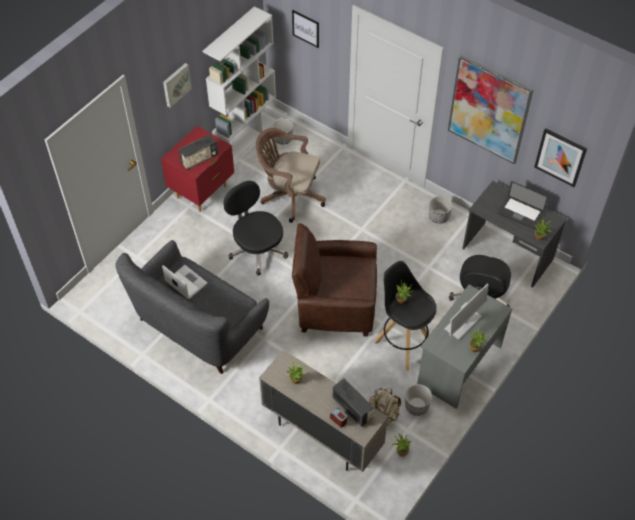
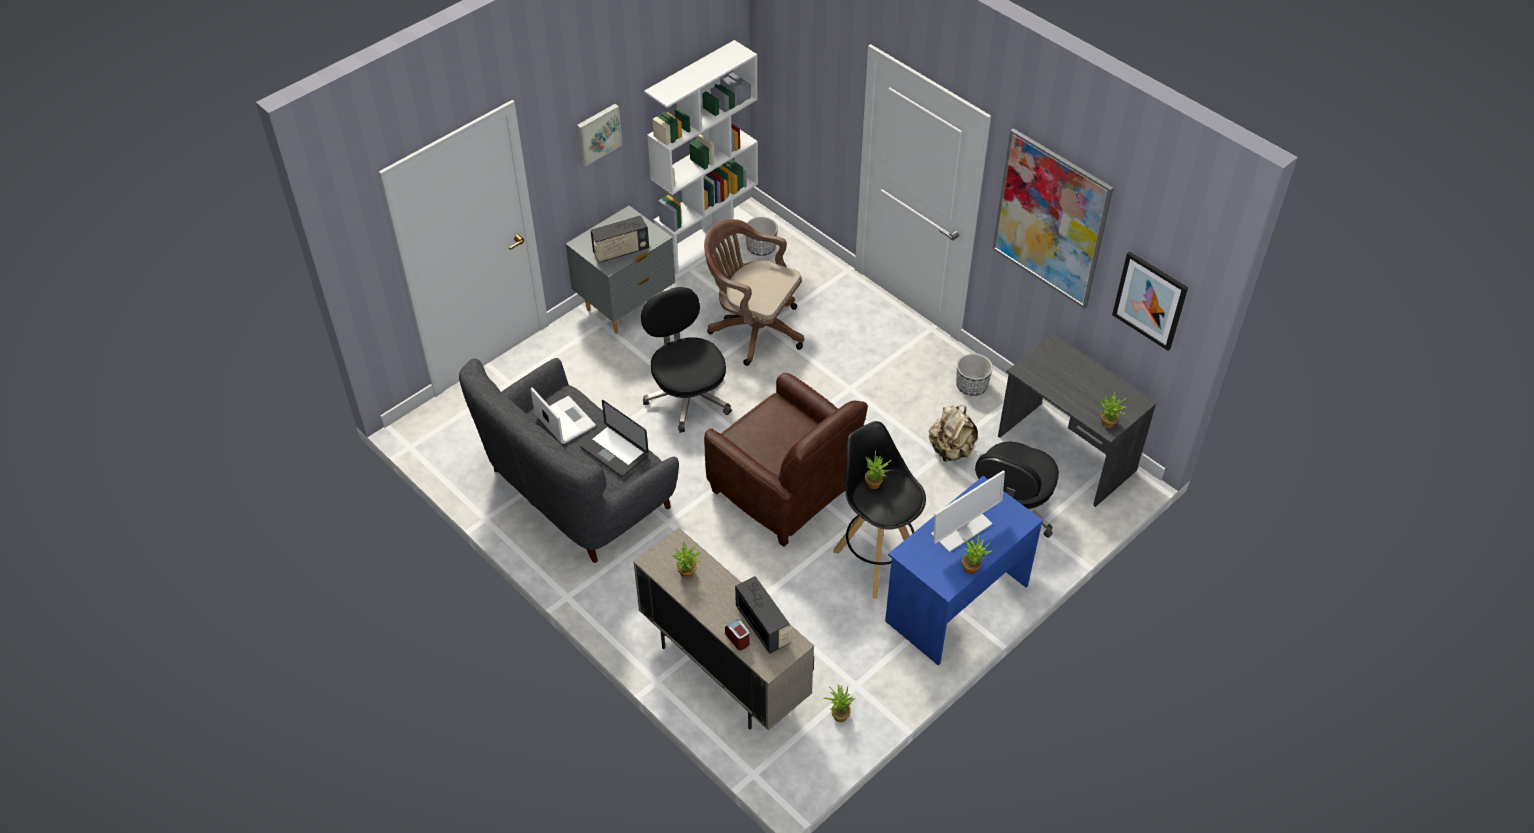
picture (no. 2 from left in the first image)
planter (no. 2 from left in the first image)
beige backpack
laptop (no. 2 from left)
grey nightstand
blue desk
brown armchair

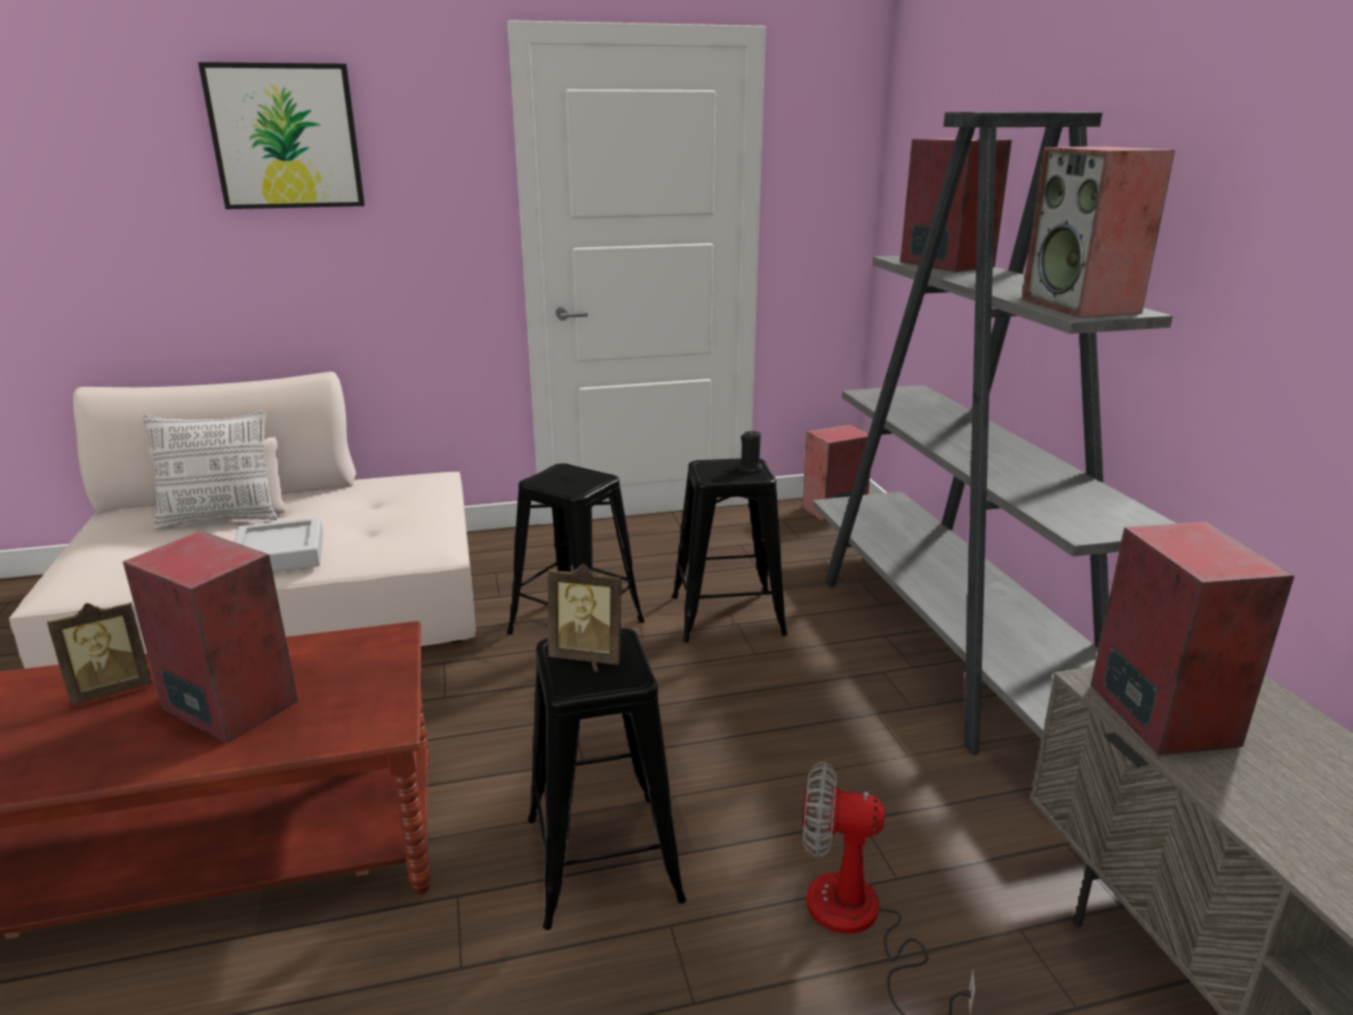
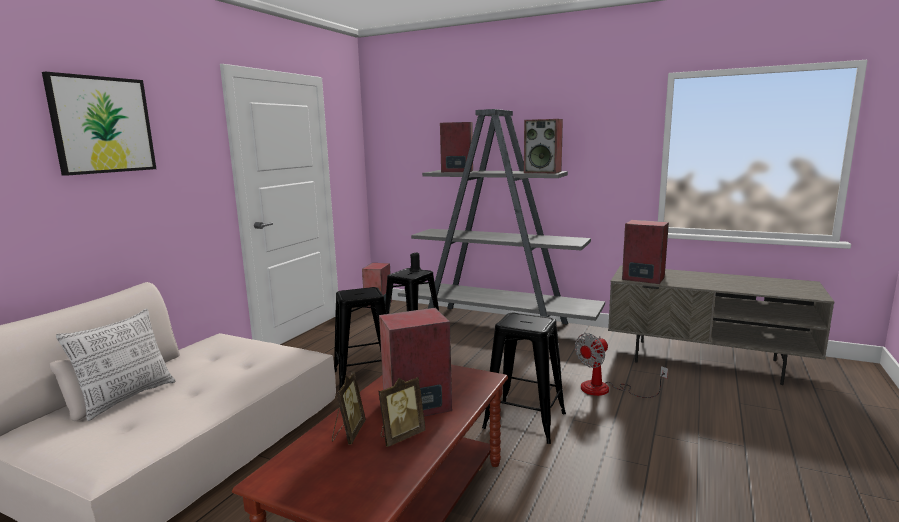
grey tray
picture frame (no. 2 from left)

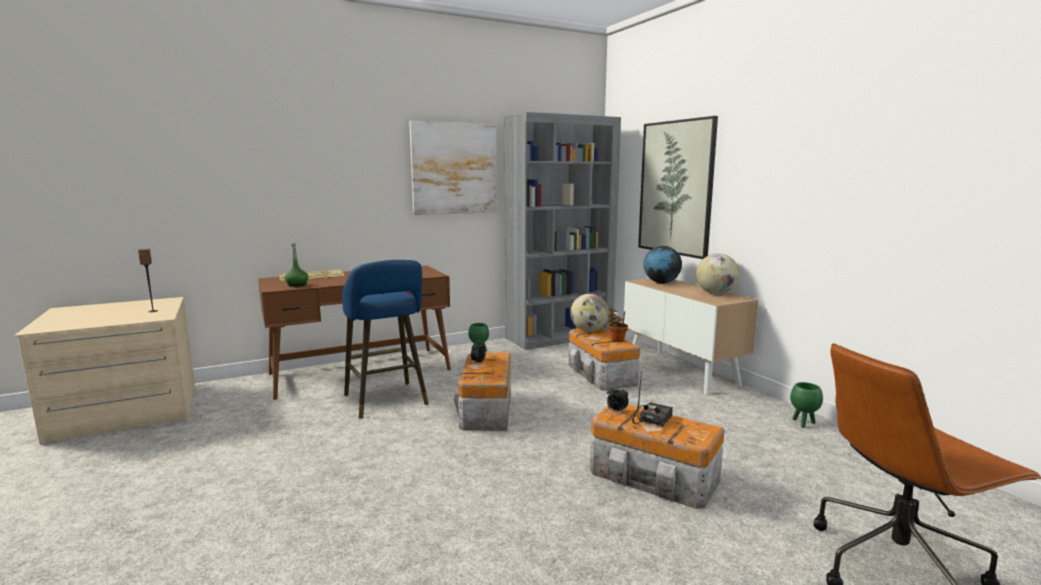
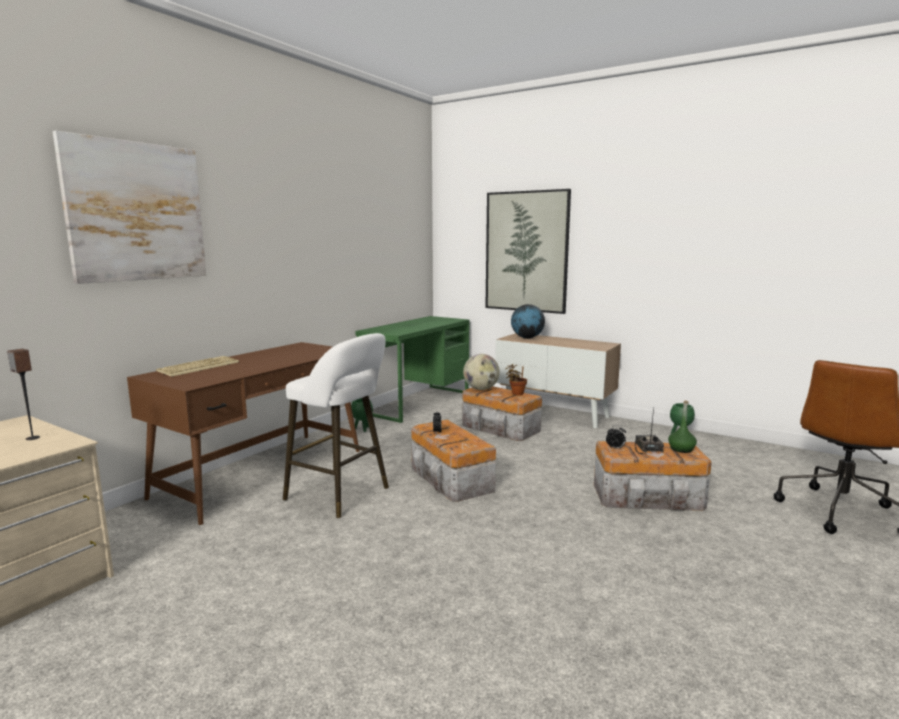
globe (no. 3 from left in the first image)
green bottle
picture (no. 1 from left)
green desk
white stool

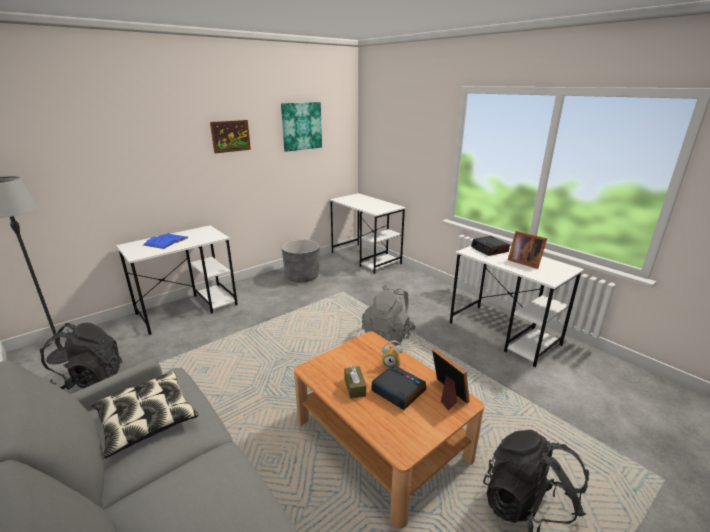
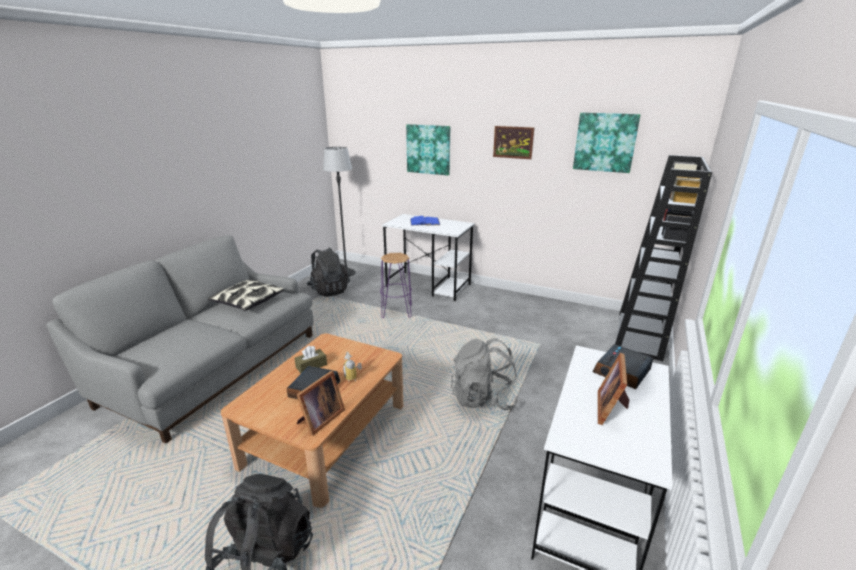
grey planter
purple stool
picture (no. 1 from left)
black bookcase

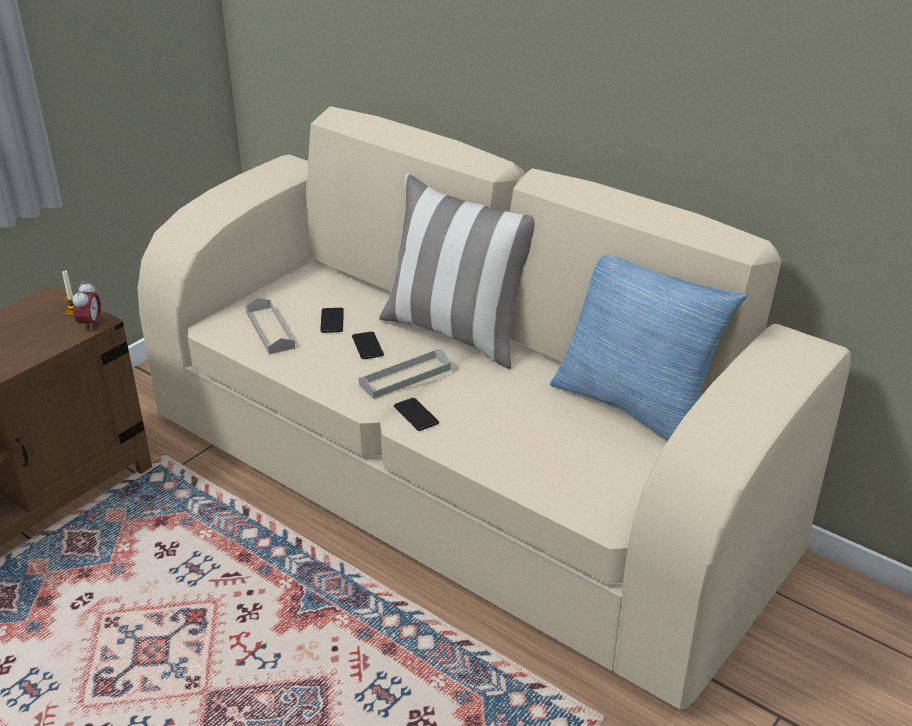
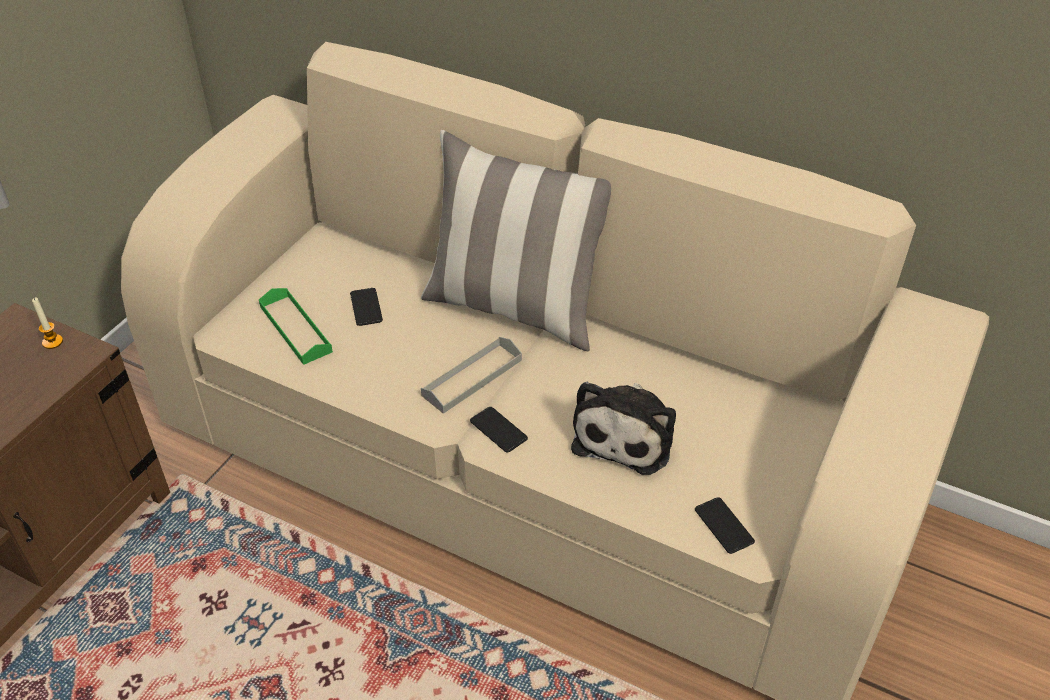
alarm clock
pillow (no. 2 from left in the first image)
plush toy
phone (no. 3 from left)
green tray

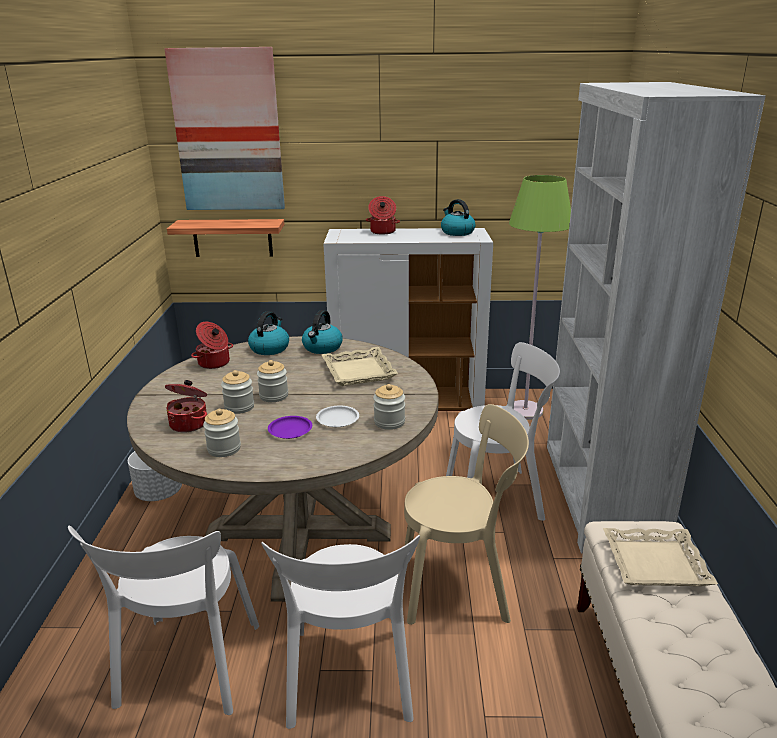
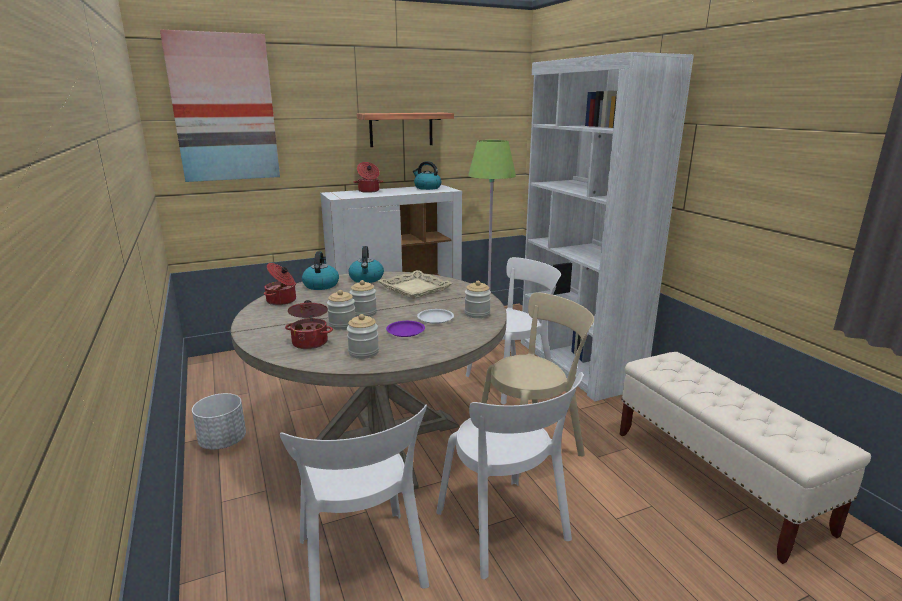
beige tray (no. 2 from left in the first image)
shelf

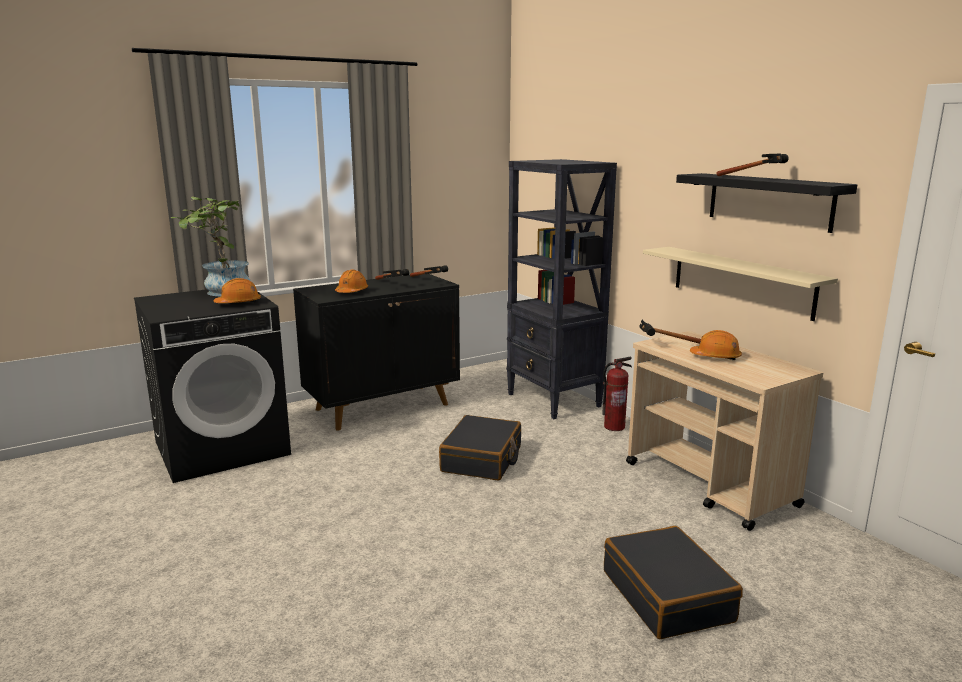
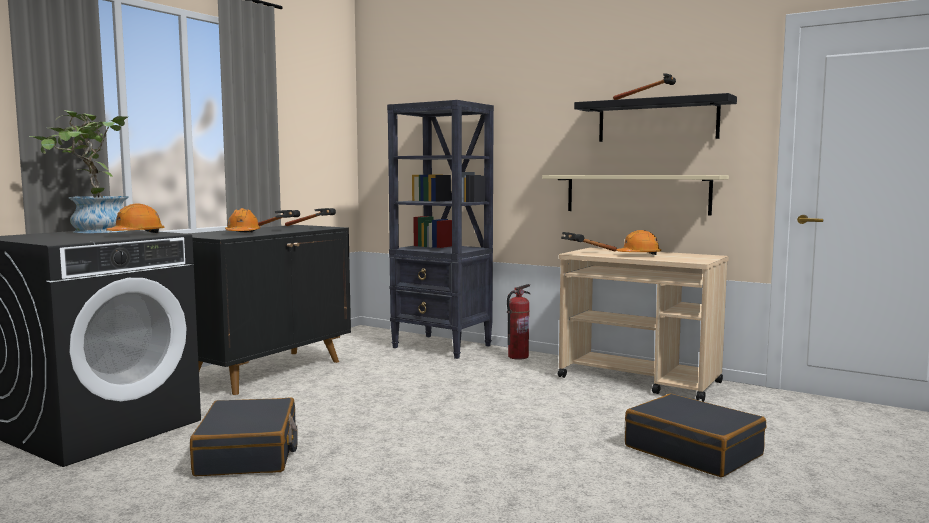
black suitcase (no. 1 from left)

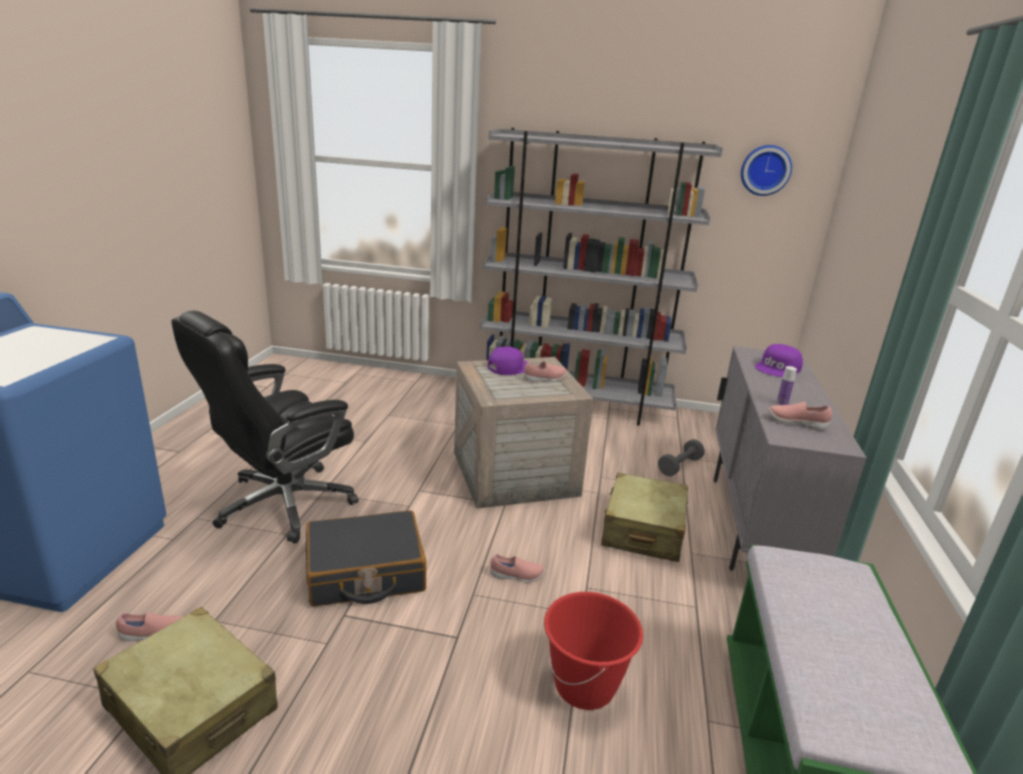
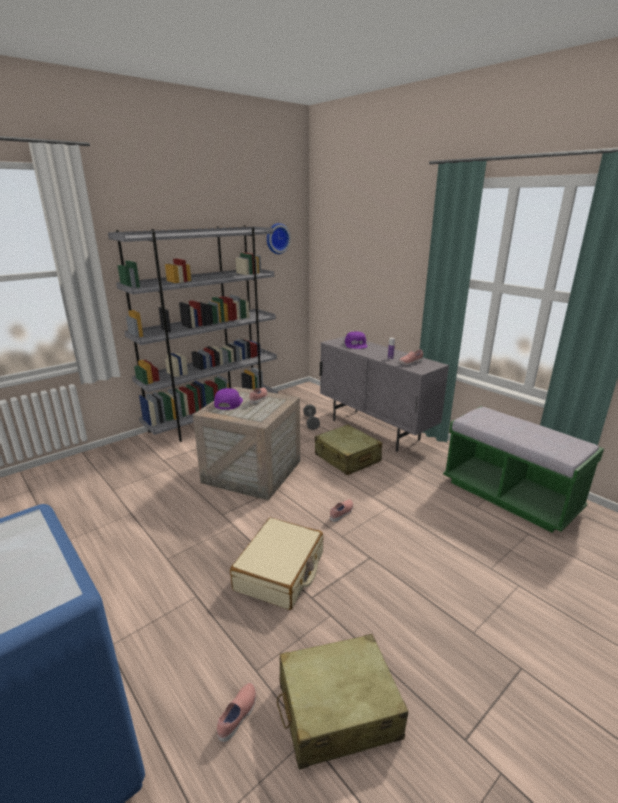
black office chair
red bucket
beige suitcase (no. 1 from left)

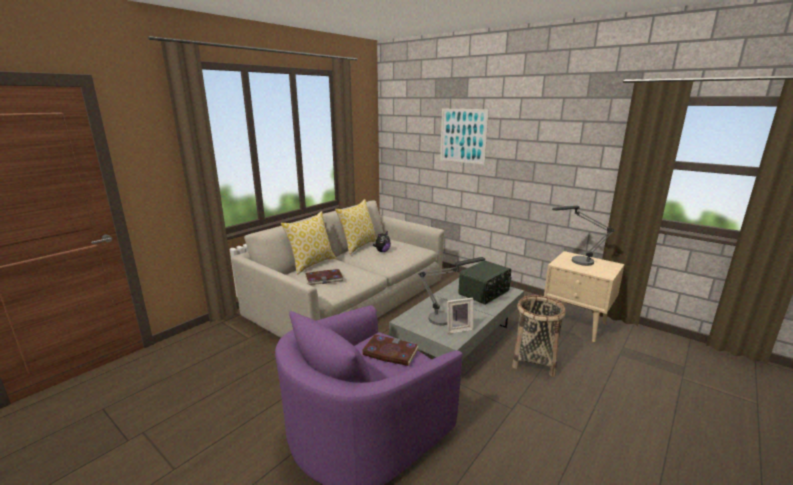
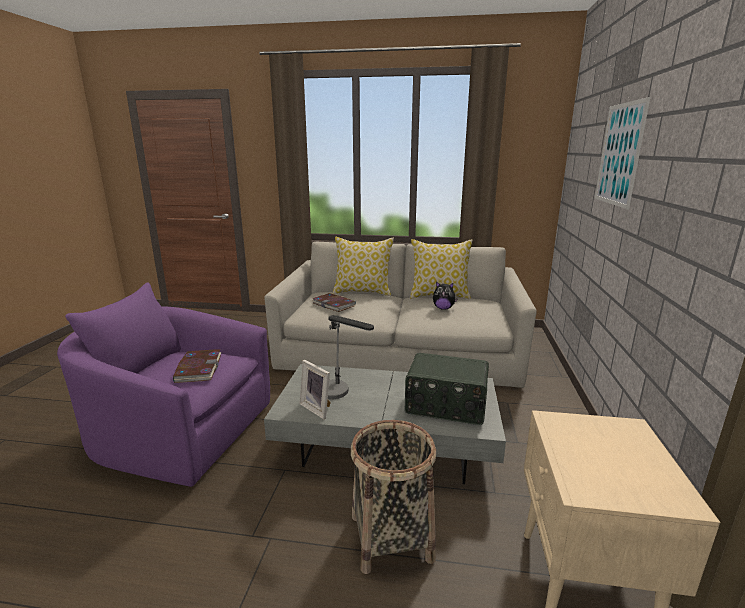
table lamp (no. 2 from left in the first image)

